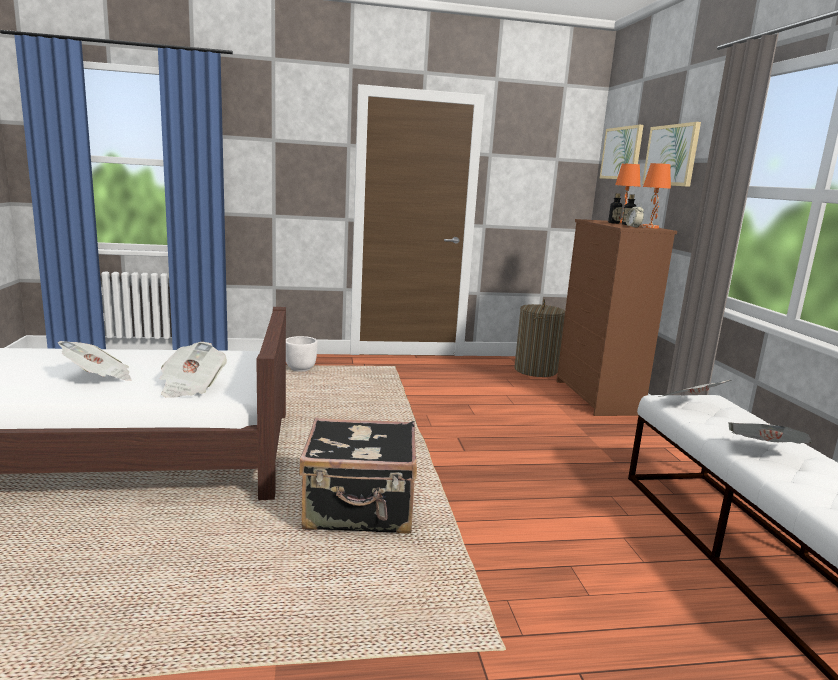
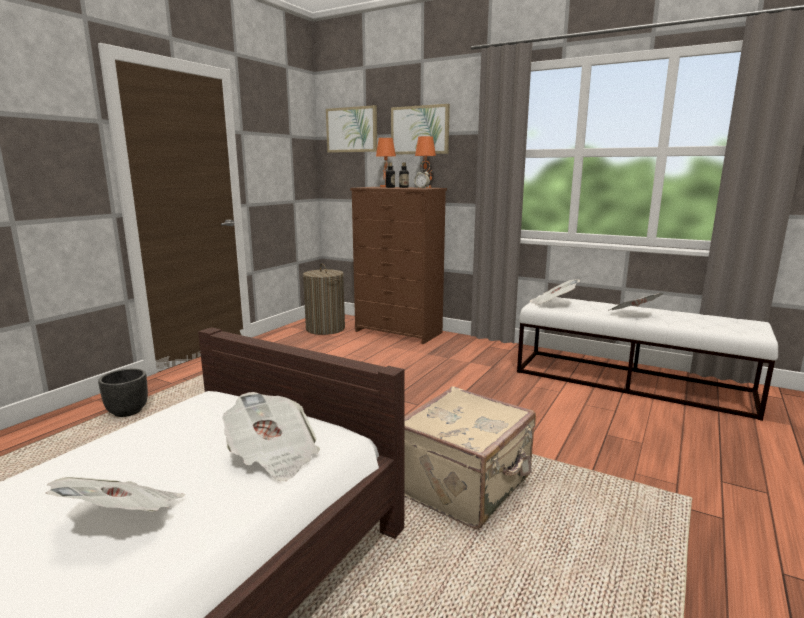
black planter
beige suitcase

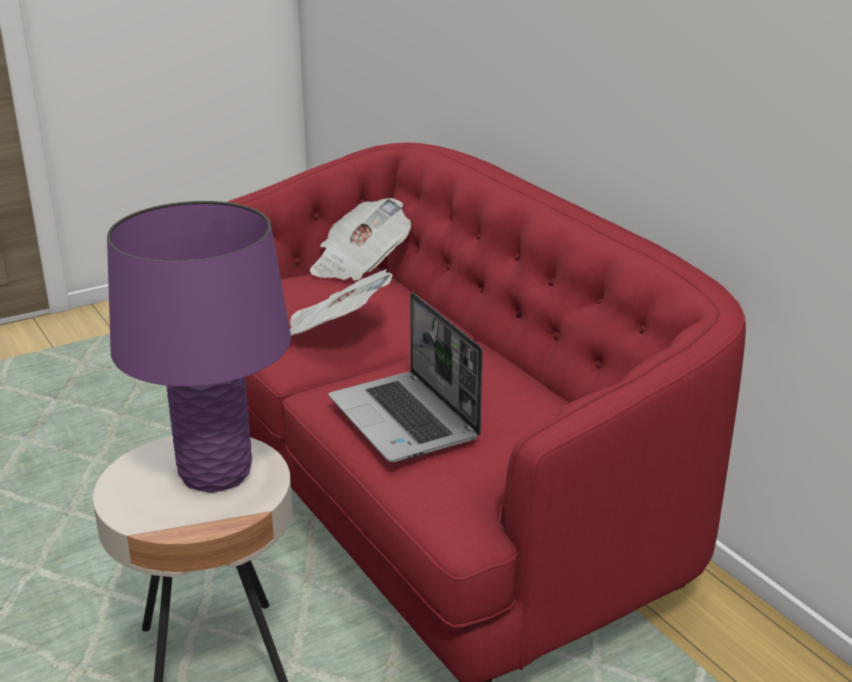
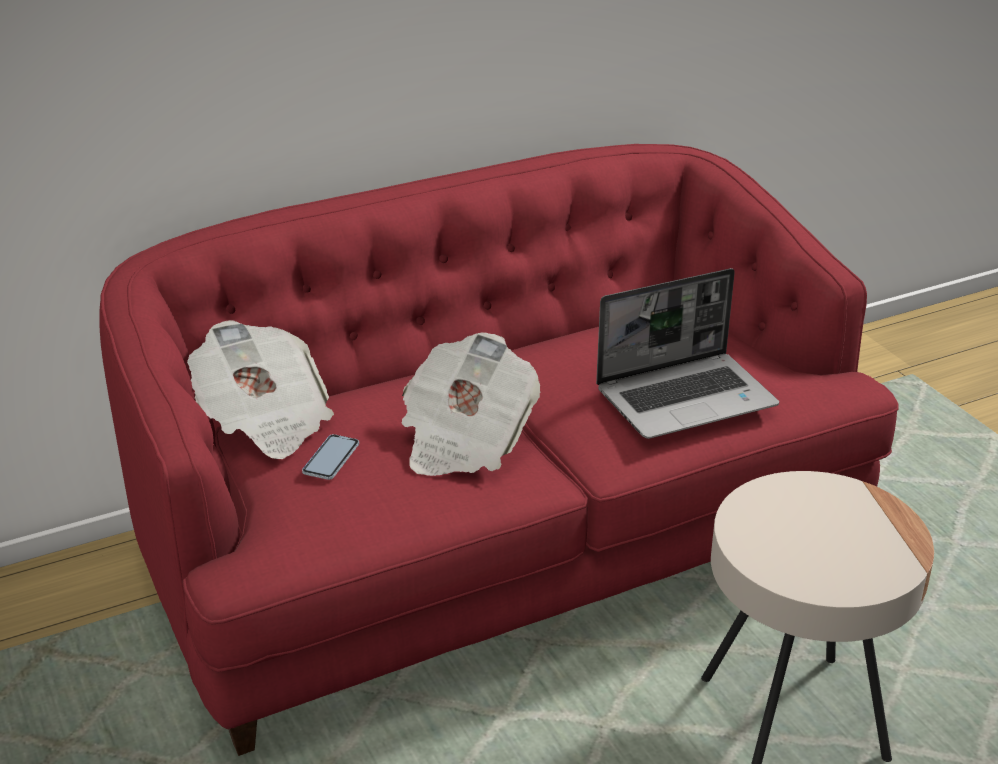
purple table lamp
phone

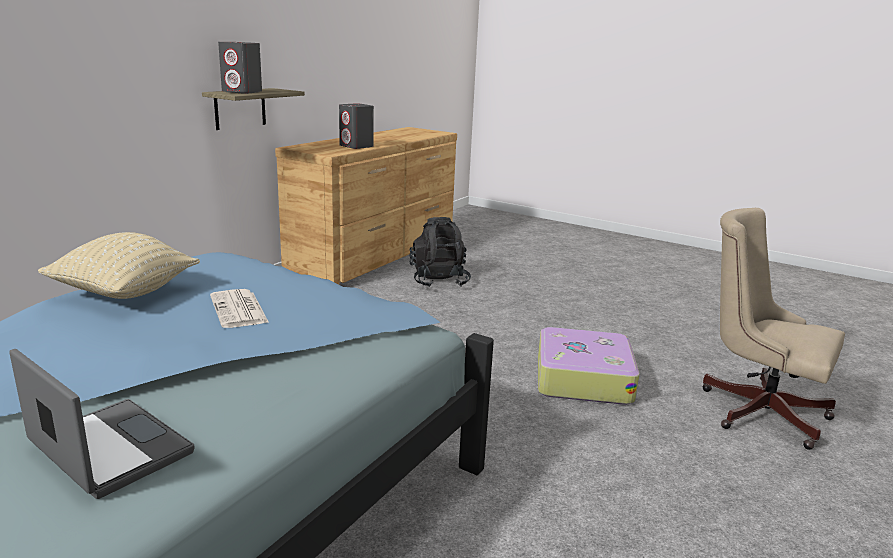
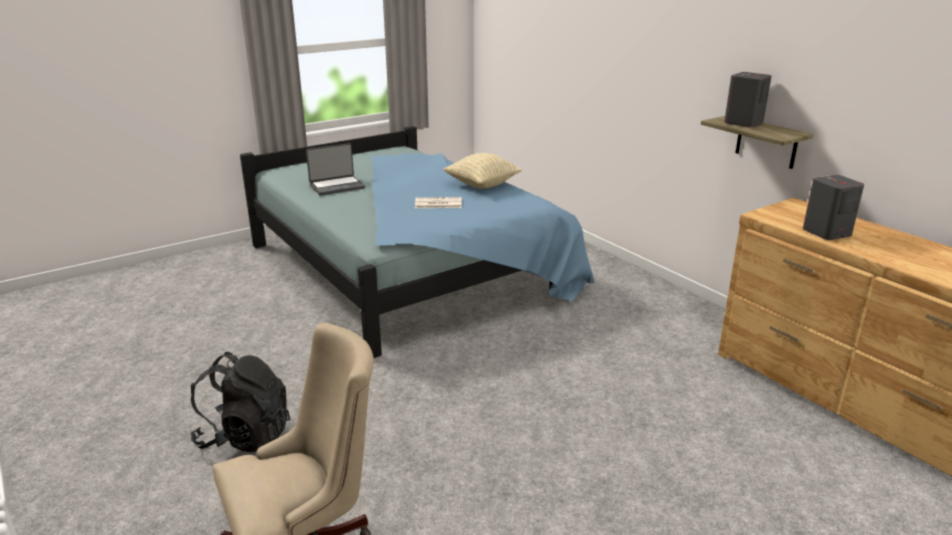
suitcase
black backpack

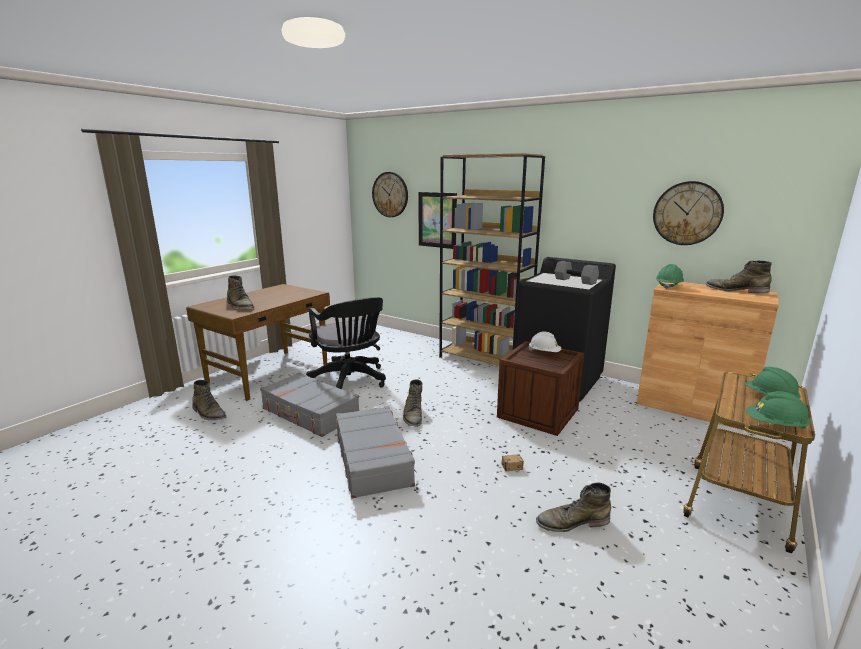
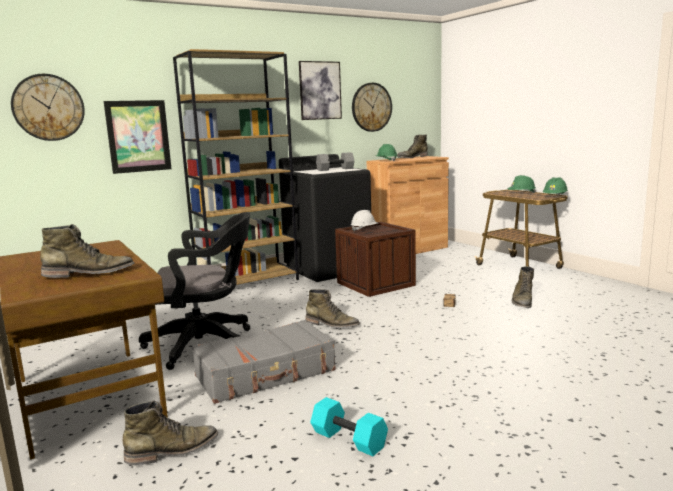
grey suitcase (no. 2 from left in the first image)
picture (no. 2 from left)
turquoise dumbbell

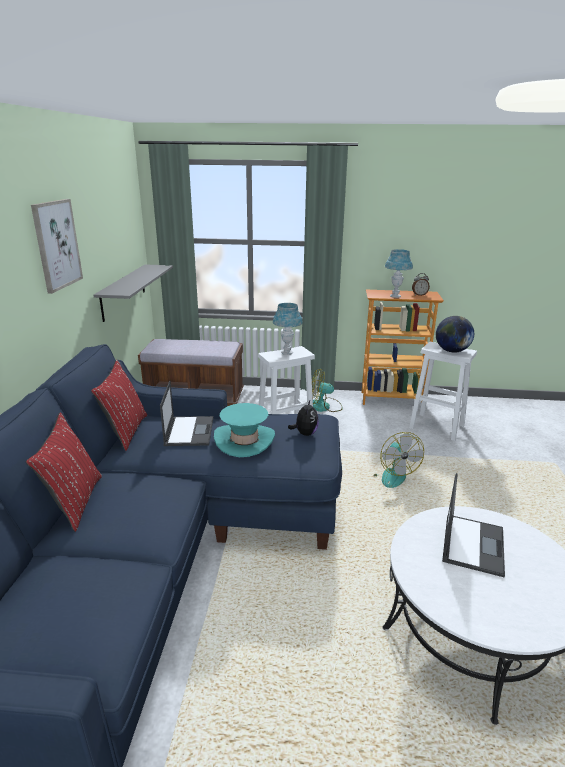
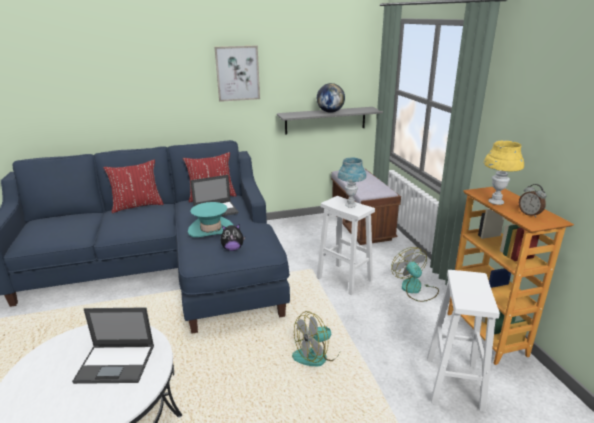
globe
yellow table lamp

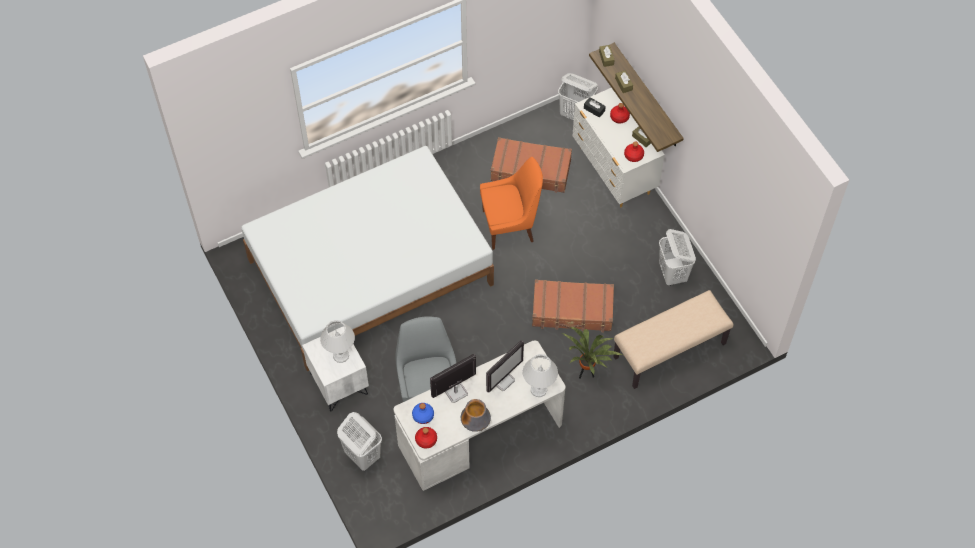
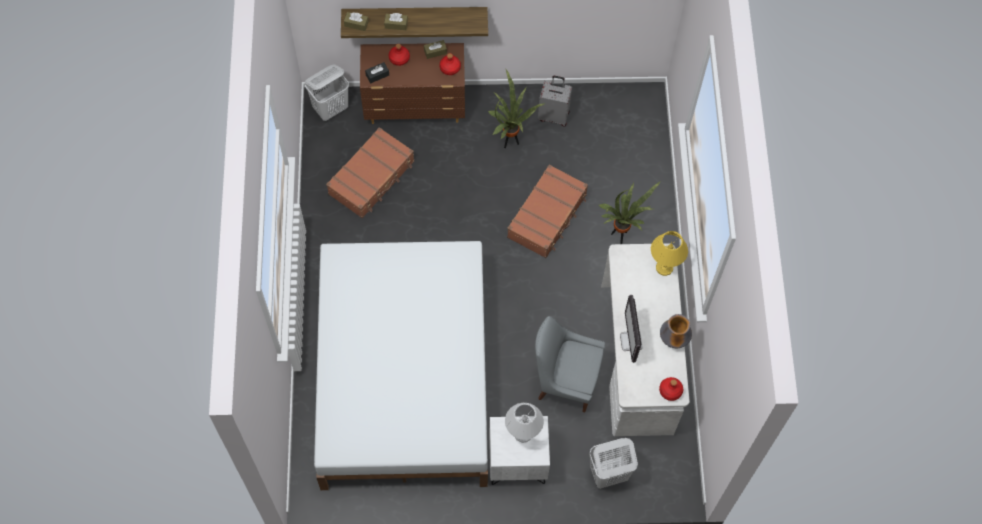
blue bottle
orange chair
monitor (no. 2 from left in the first image)
beige bench
potted plant (no. 1 from left)
grey suitcase
yellow table lamp
brown dresser

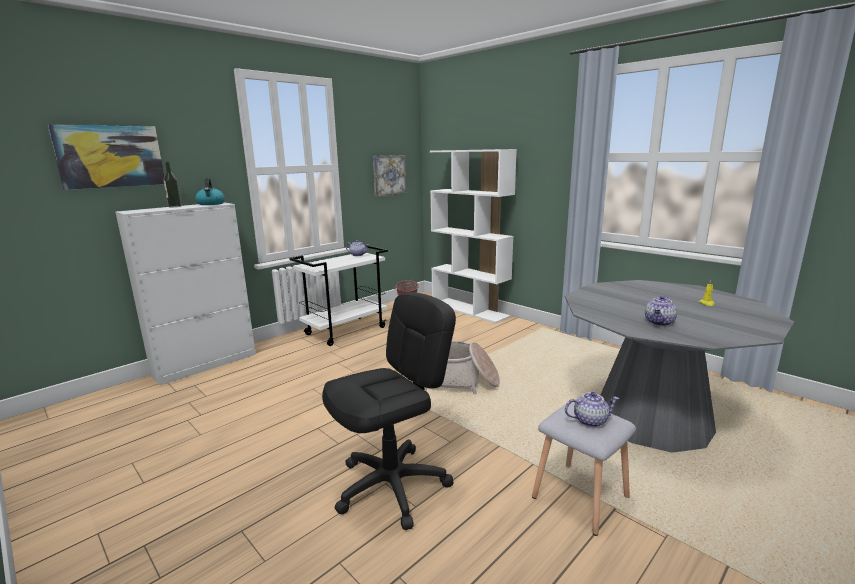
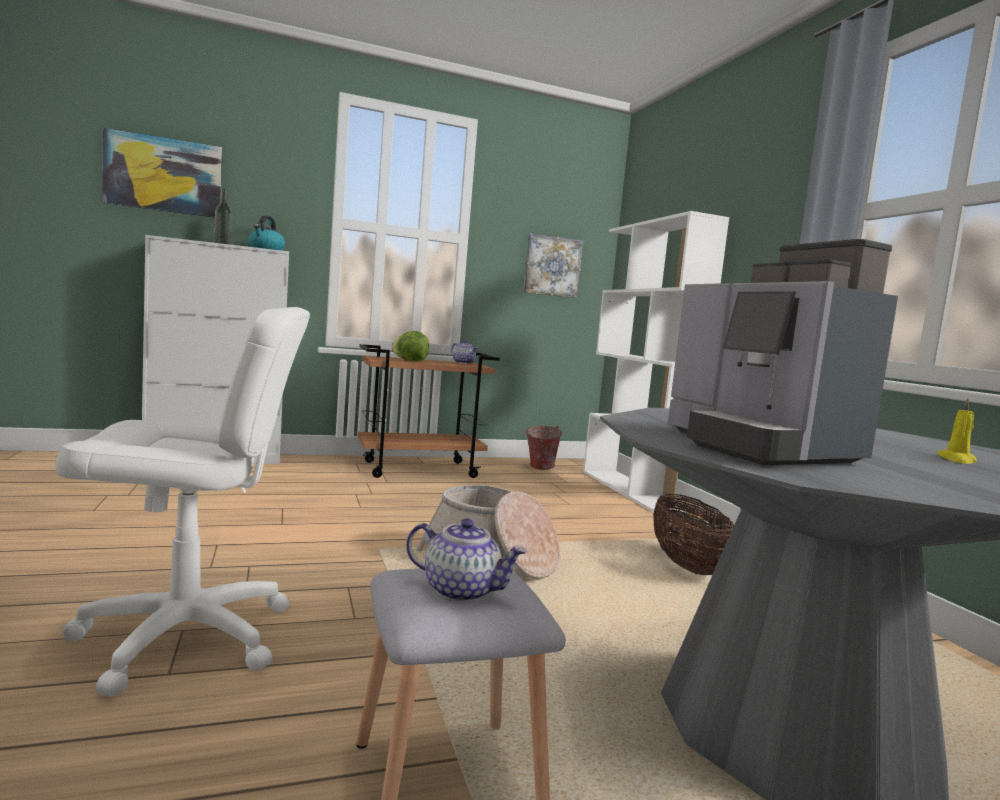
lettuce
basket (no. 2 from left)
coffee machine
brown cart
white office chair

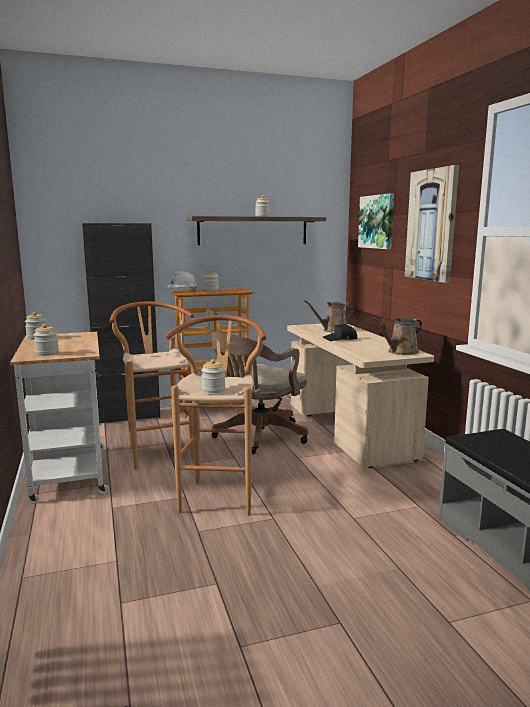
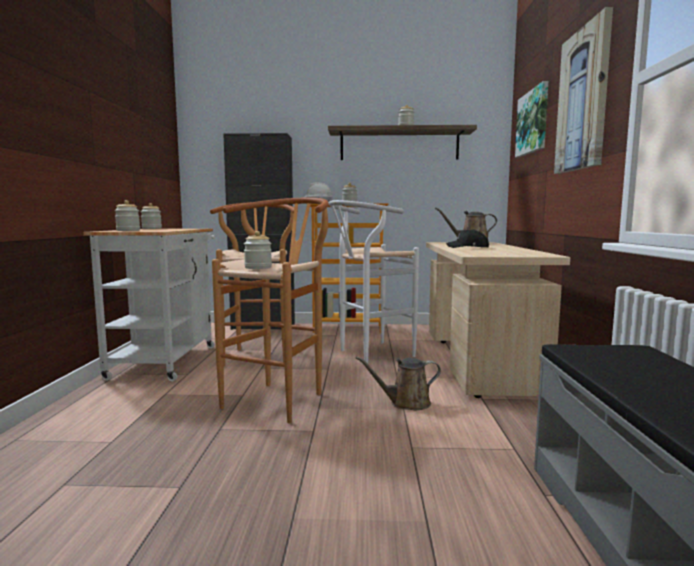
brown watering can (no. 1 from left)
white stool

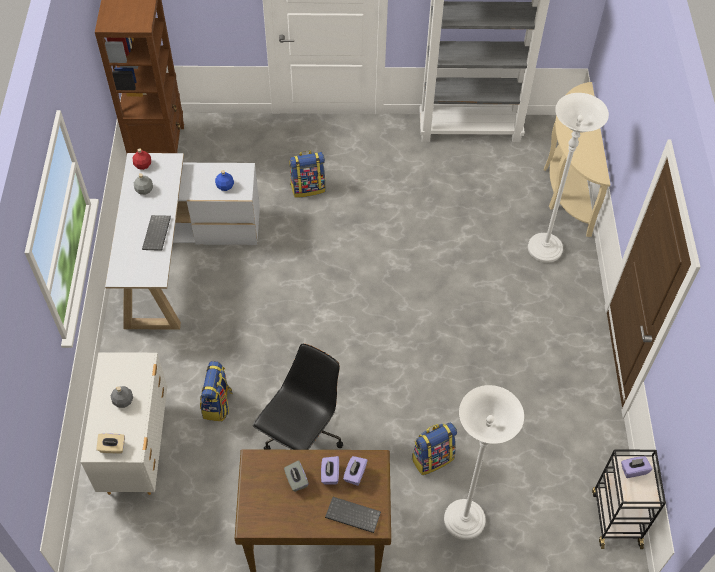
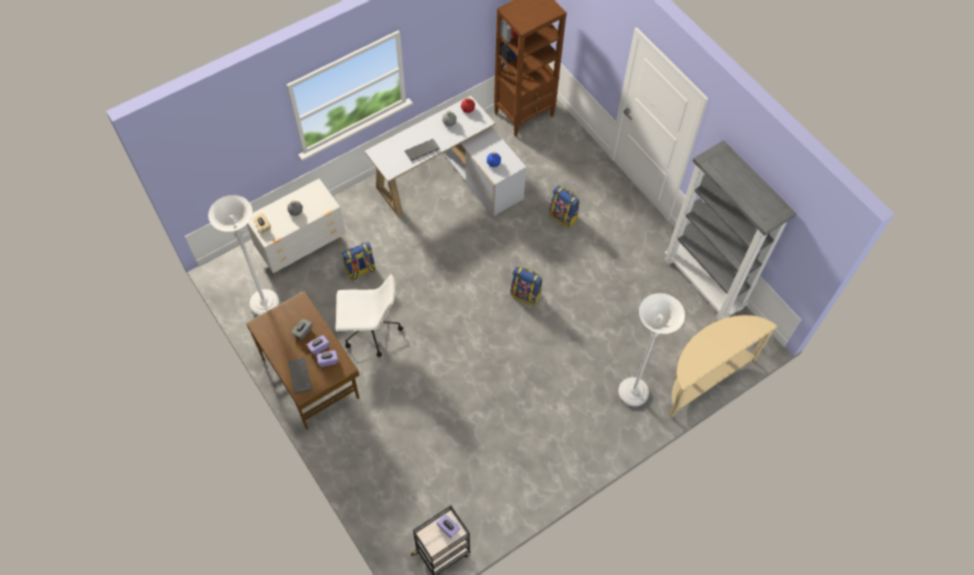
backpack (no. 2 from left)
white floor lamp (no. 1 from left)
white office chair

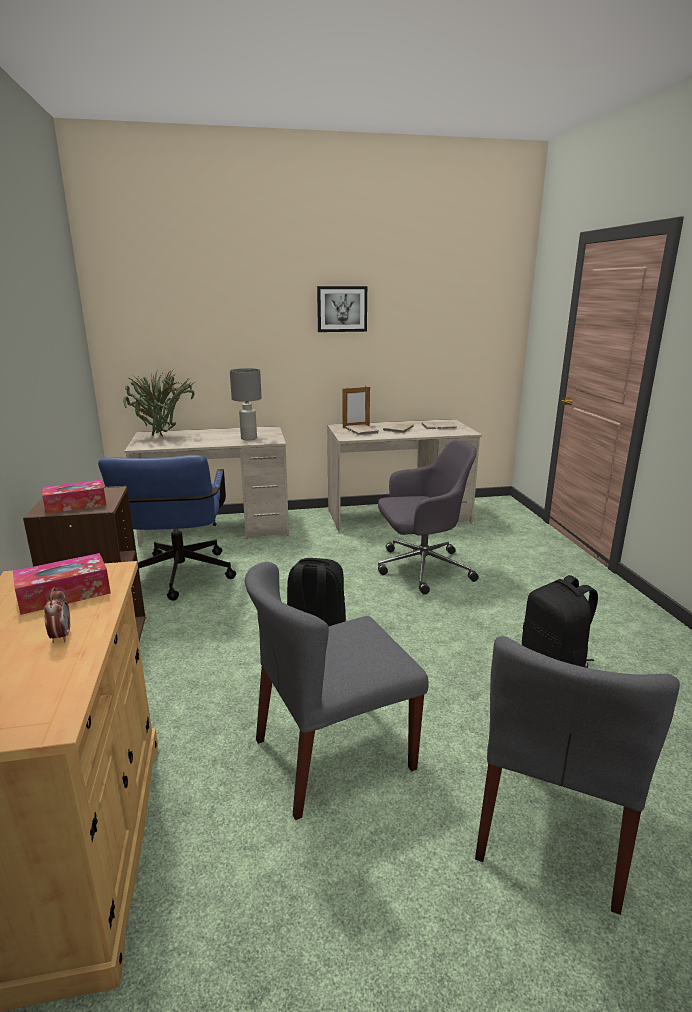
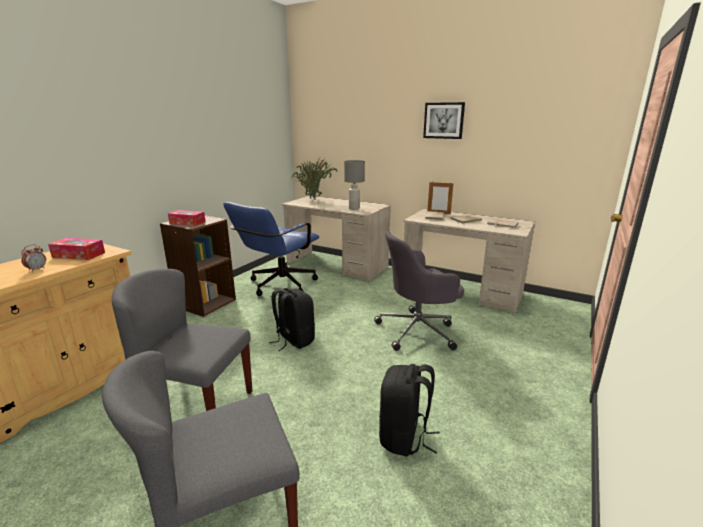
grey office chair

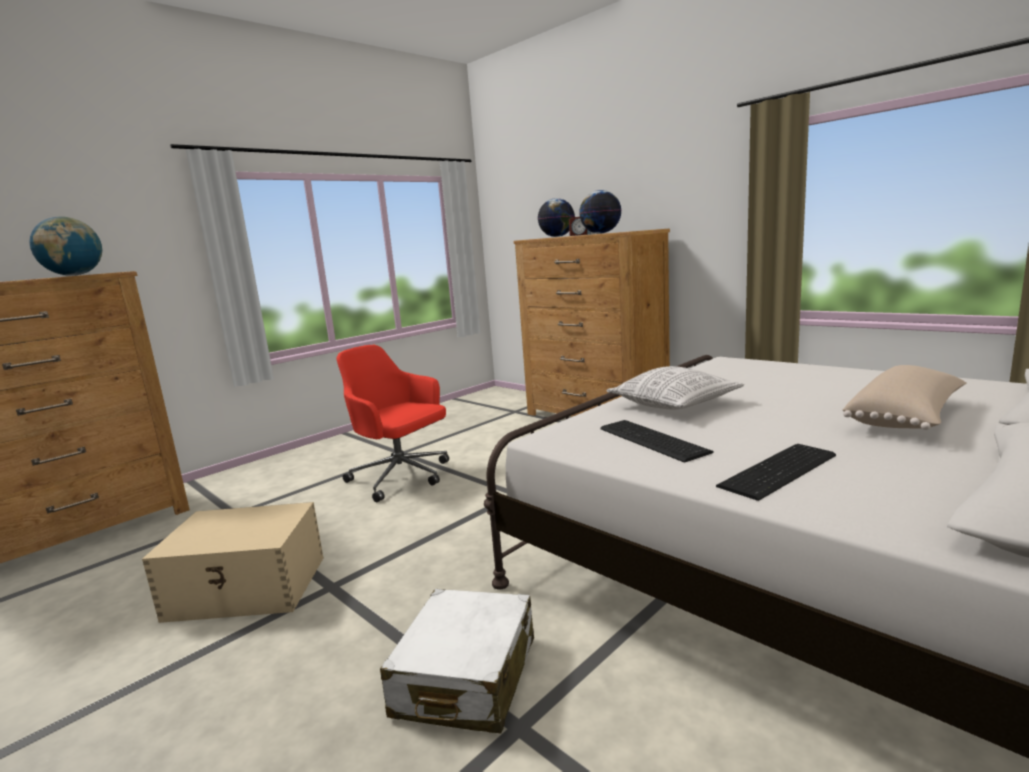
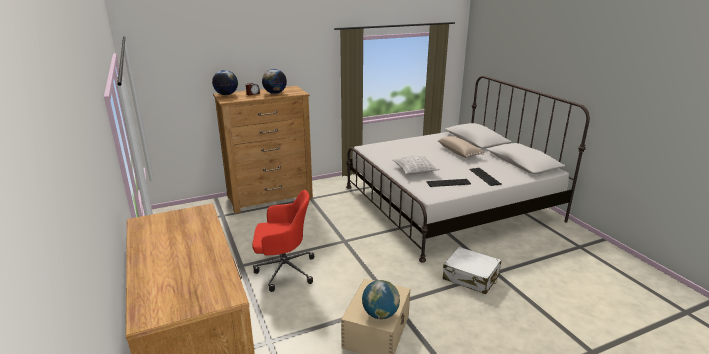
globe (no. 3 from left)
red office chair

